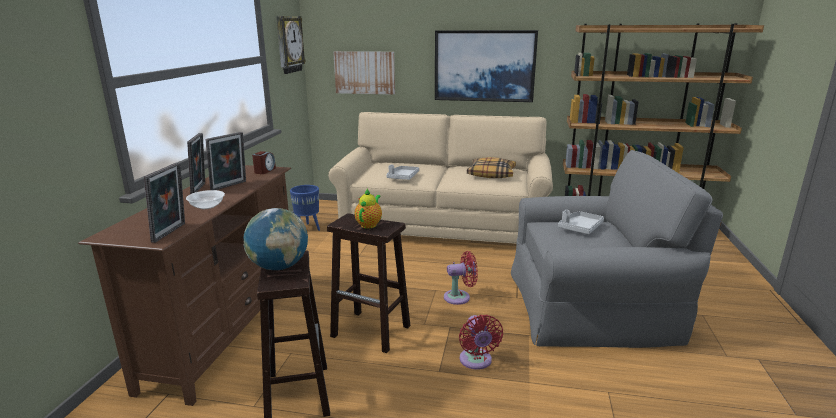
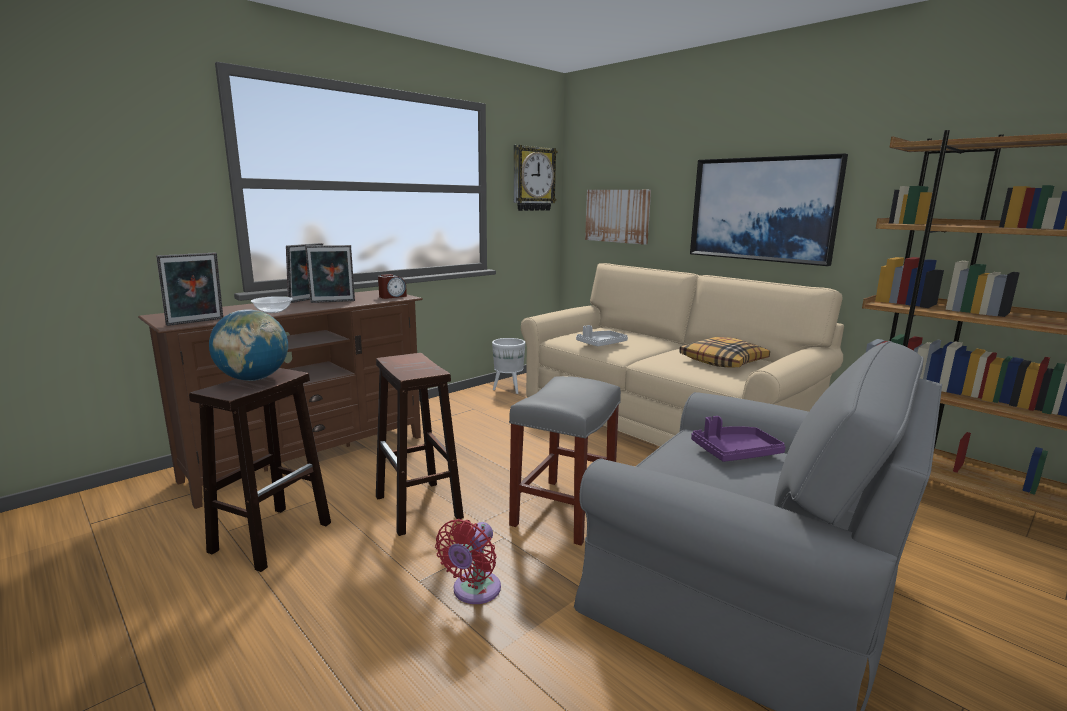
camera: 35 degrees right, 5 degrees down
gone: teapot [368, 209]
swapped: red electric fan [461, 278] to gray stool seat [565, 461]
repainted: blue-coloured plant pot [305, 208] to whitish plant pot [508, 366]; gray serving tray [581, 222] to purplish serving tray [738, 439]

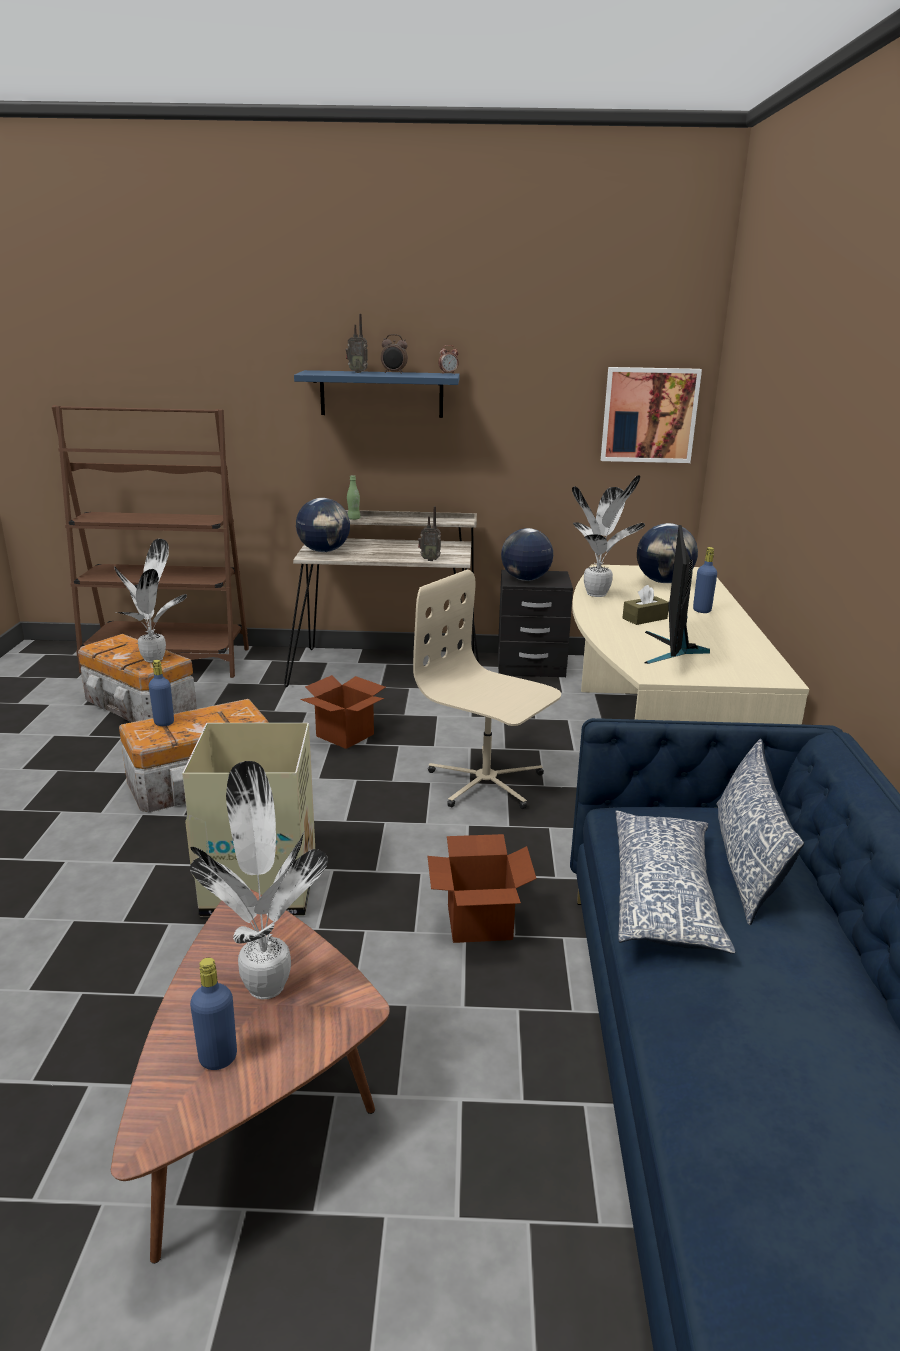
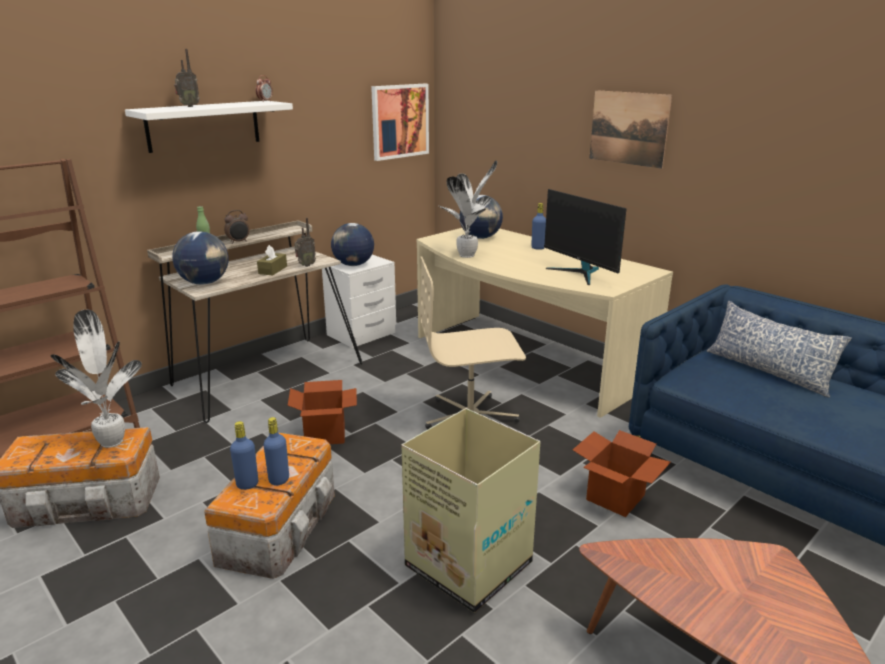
camera: 45 degrees left, 0 degrees up
gone: potted plant [259, 880]; throw pillow [675, 881]
new: picture [630, 129]
shifted: blue-coloured beverage bottle [213, 1014] to [276, 451]; bedside clock [394, 354] to [237, 227]; brown-coloured box of tissues [646, 605] to [272, 260]
repainted: blue-coloured shelf [377, 394] to whitish shelf [209, 127]; black-coloured bedside table [535, 623] to whitish bedside table [359, 301]

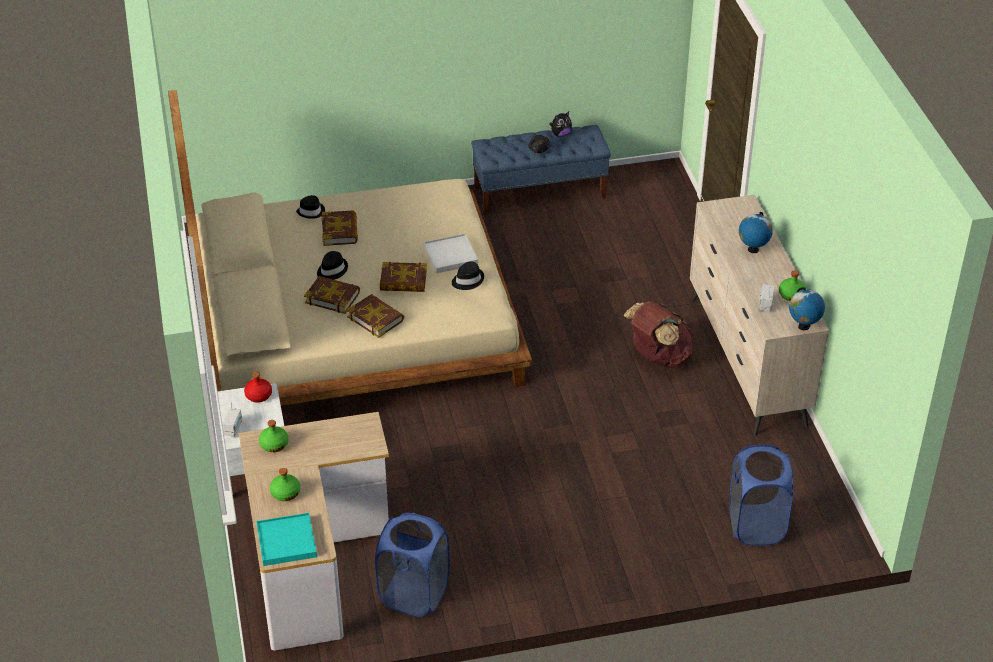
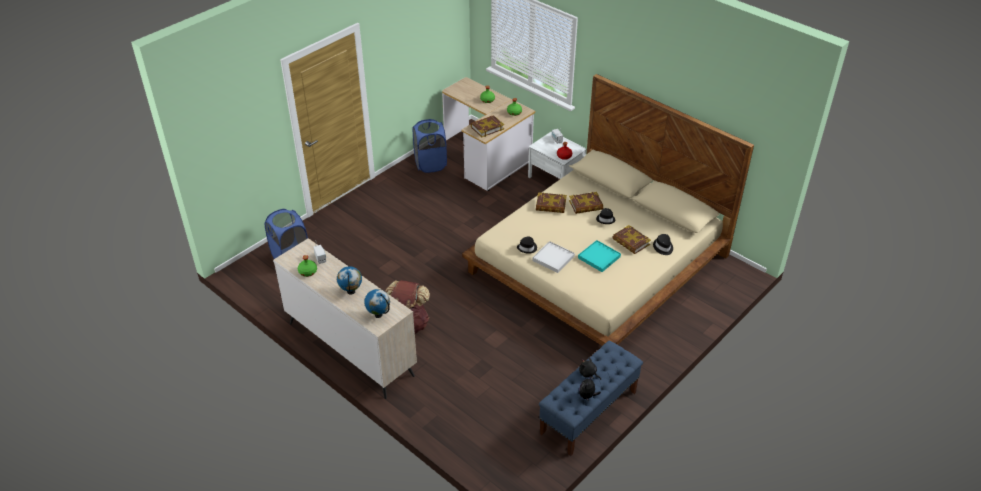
camera: 145 degrees right, 0 degrees up
shifted: blue-green serving tray [286, 539] to [599, 256]; bound book [403, 277] to [487, 126]; desk globe [807, 308] to [377, 303]

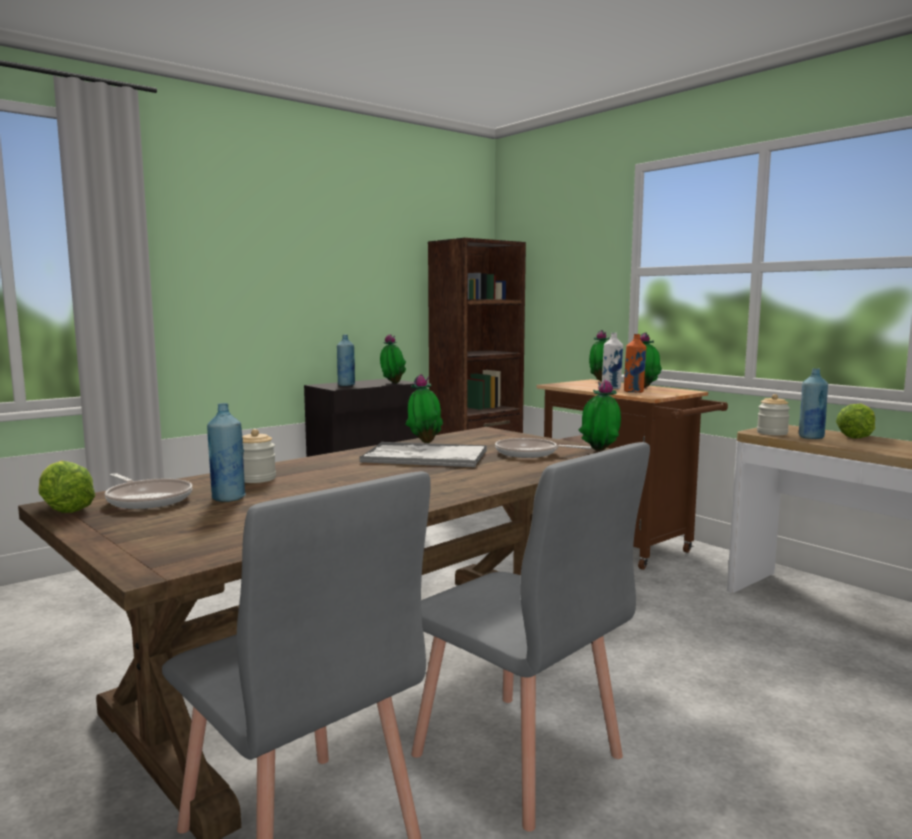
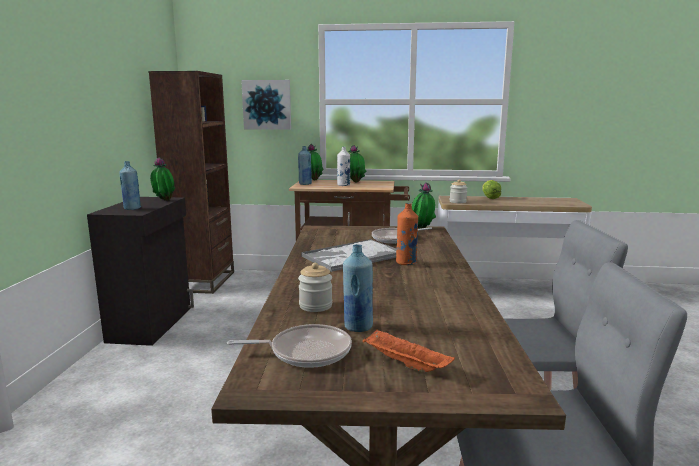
camera: 45 degrees left, 5 degrees up
gone: lettuce [66, 487]; potted plant [424, 408]
new: picture [266, 105]; orange serving tray [408, 350]
shifted: orange beverage bottle [635, 363] to [407, 234]; blue-coloured beverage bottle [813, 403] to [305, 165]

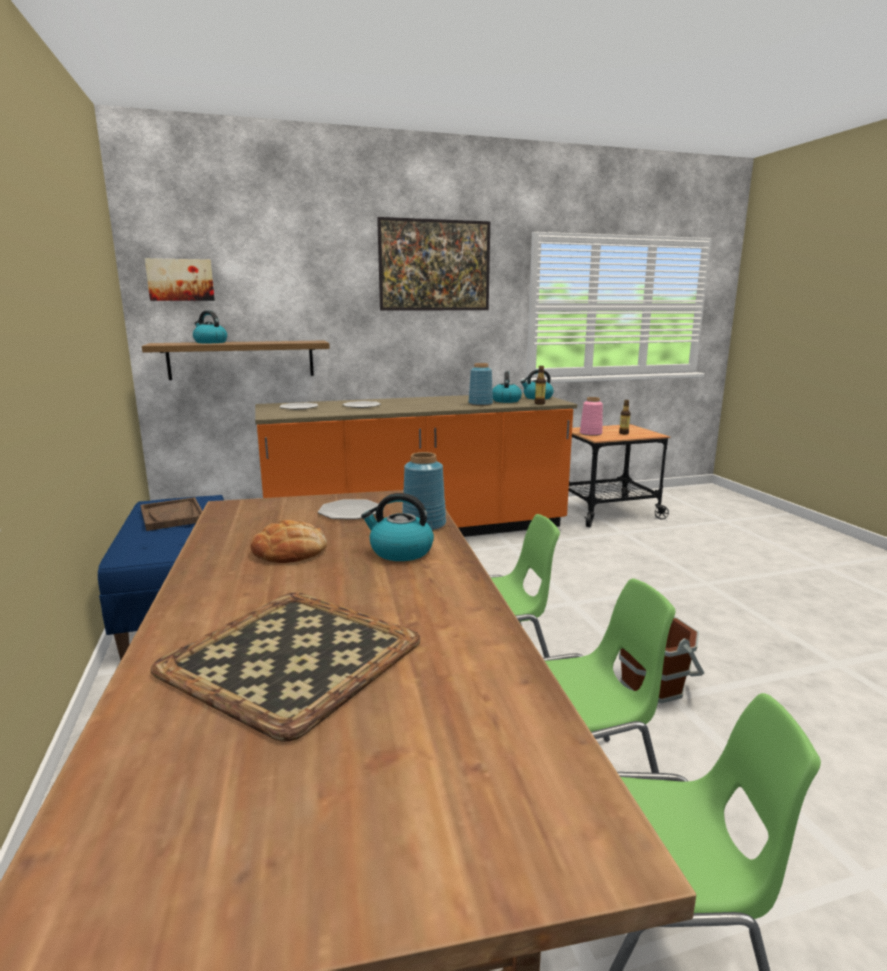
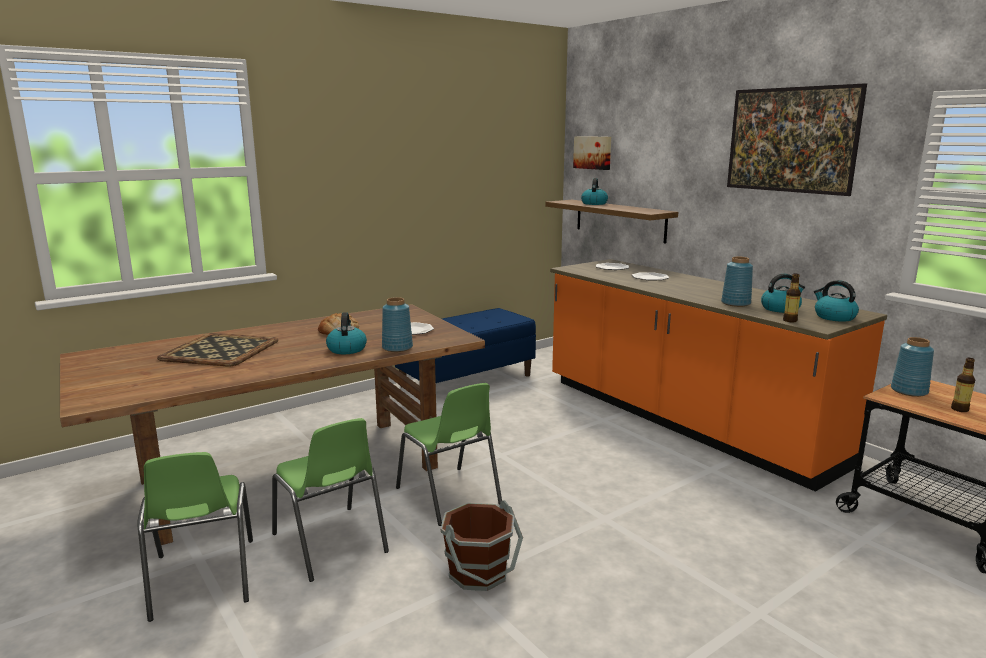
camera: 70 degrees right, 0 degrees up
gone: brown-coloured serving tray [171, 514]
repainted: pink-coloured vase [591, 416] to blue-coloured vase [912, 367]

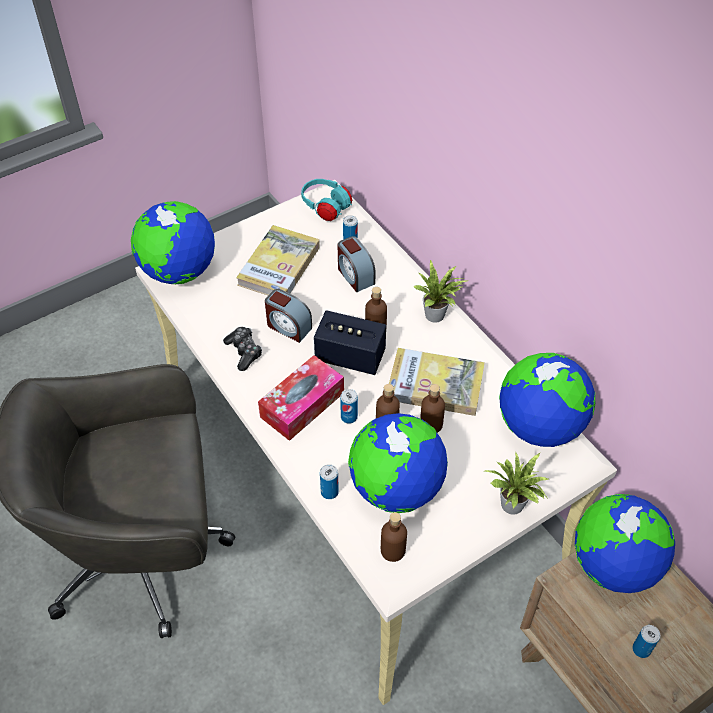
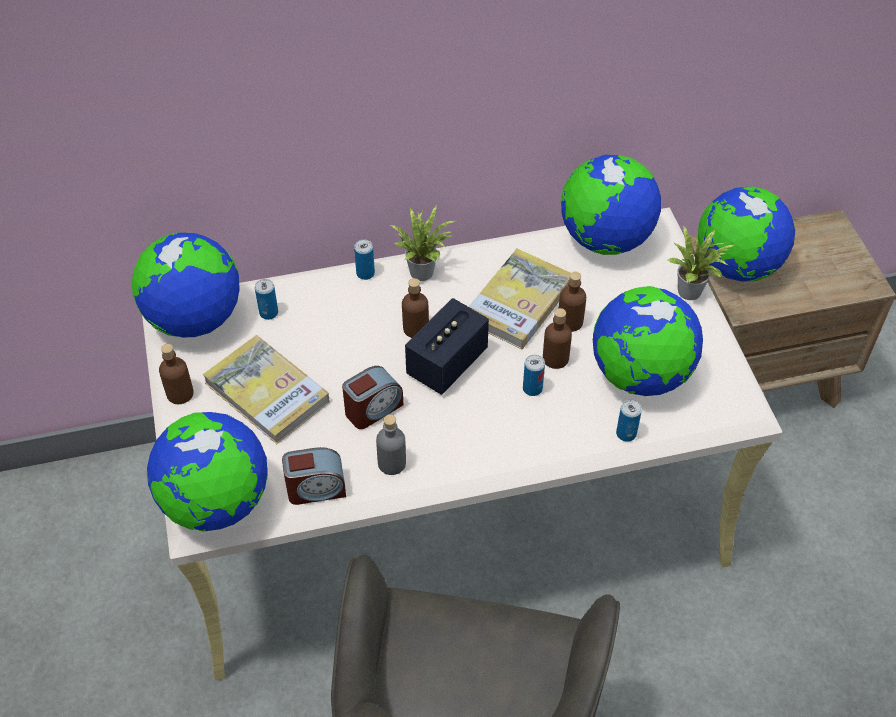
camera: 70 degrees left, 0 degrees up
gone: box of tissues [301, 398]
shifted: bedside clock [357, 264] to [314, 476]; brown-coloured beverage bottle [394, 537] to [176, 374]; can [646, 641] to [364, 259]
swapped: game controller [242, 349] to gray beverage bottle [391, 445]; blue-green headset [326, 200] to desk globe [186, 285]

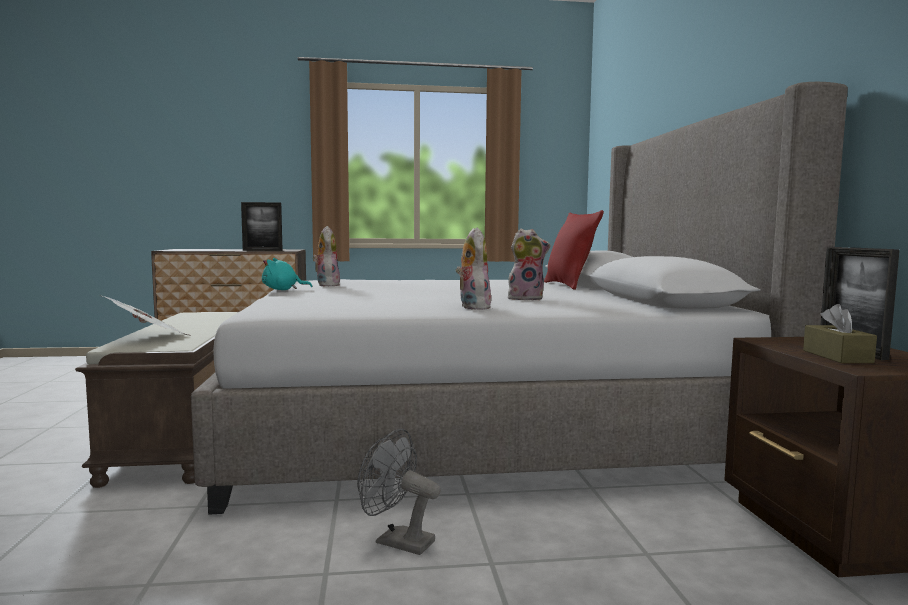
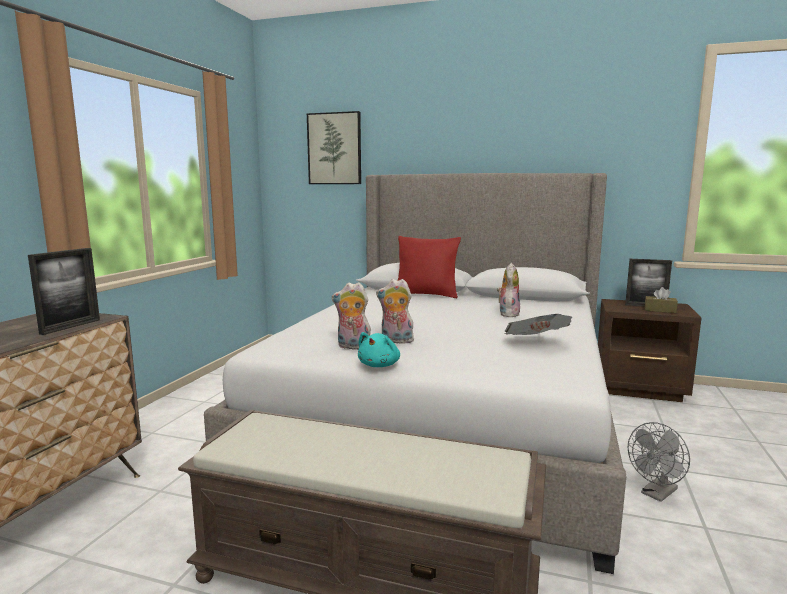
camera: 65 degrees left, 5 degrees up
new: picture [334, 147]
shifted: daily paper [143, 315] to [538, 324]; soft toy [473, 269] to [395, 311]

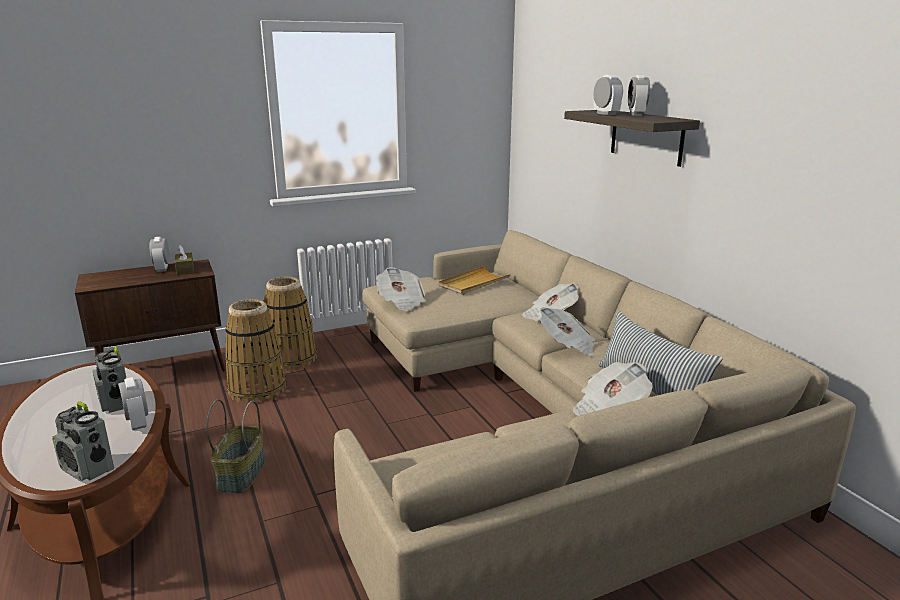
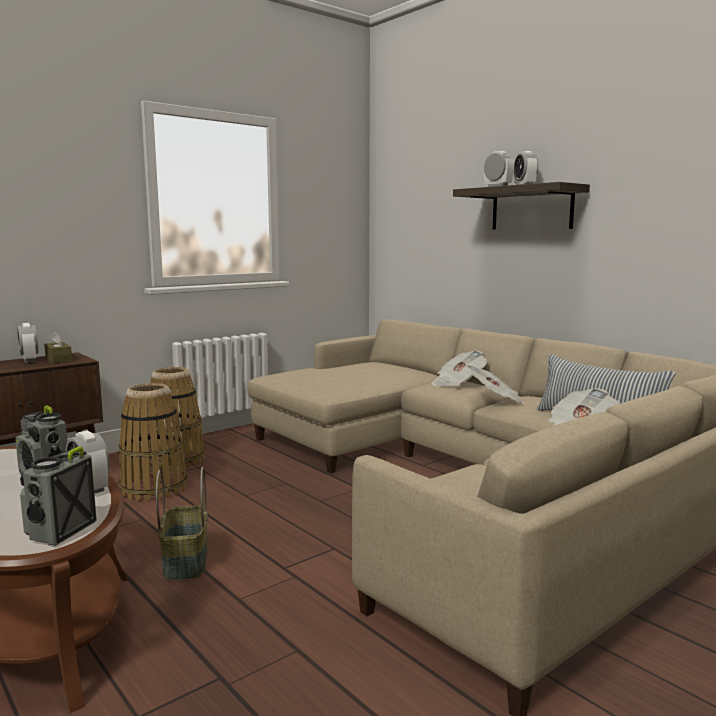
camera: 15 degrees left, 10 degrees down
gone: daily paper [401, 289]; beige serving tray [474, 280]
rotated: radio [83, 441] = [58, 496] 90 degrees clockwise

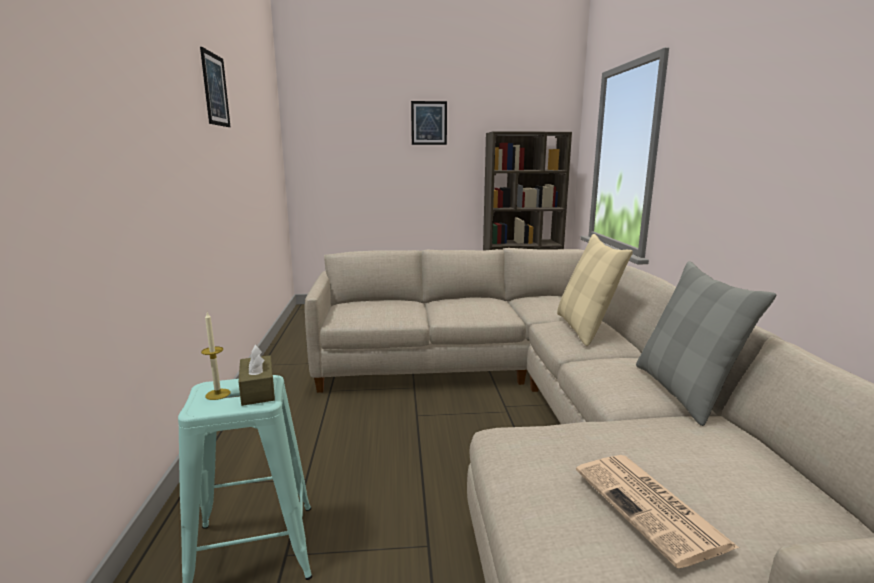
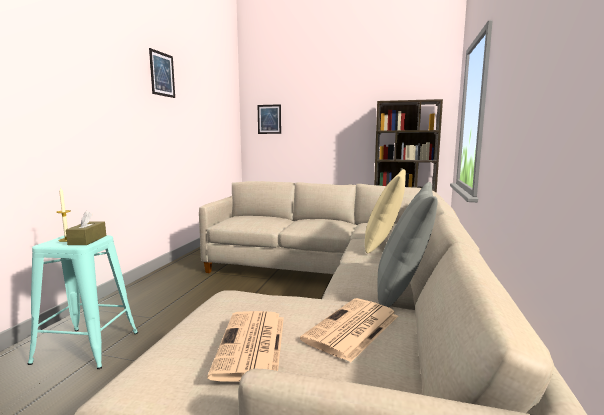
camera: 20 degrees right, 5 degrees down
new: daily paper [349, 330]
shifted: picture [429, 123] to [269, 119]

